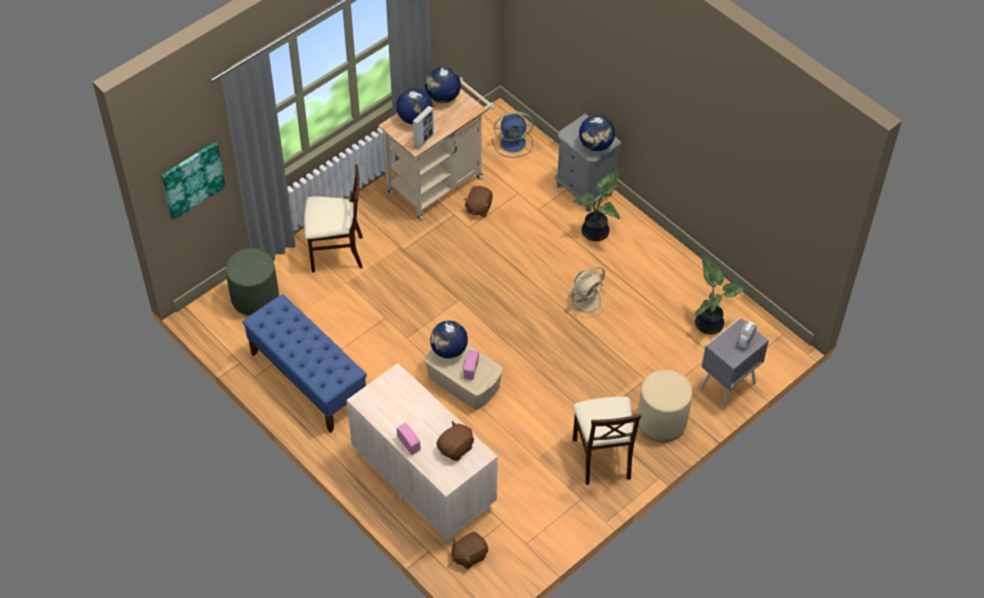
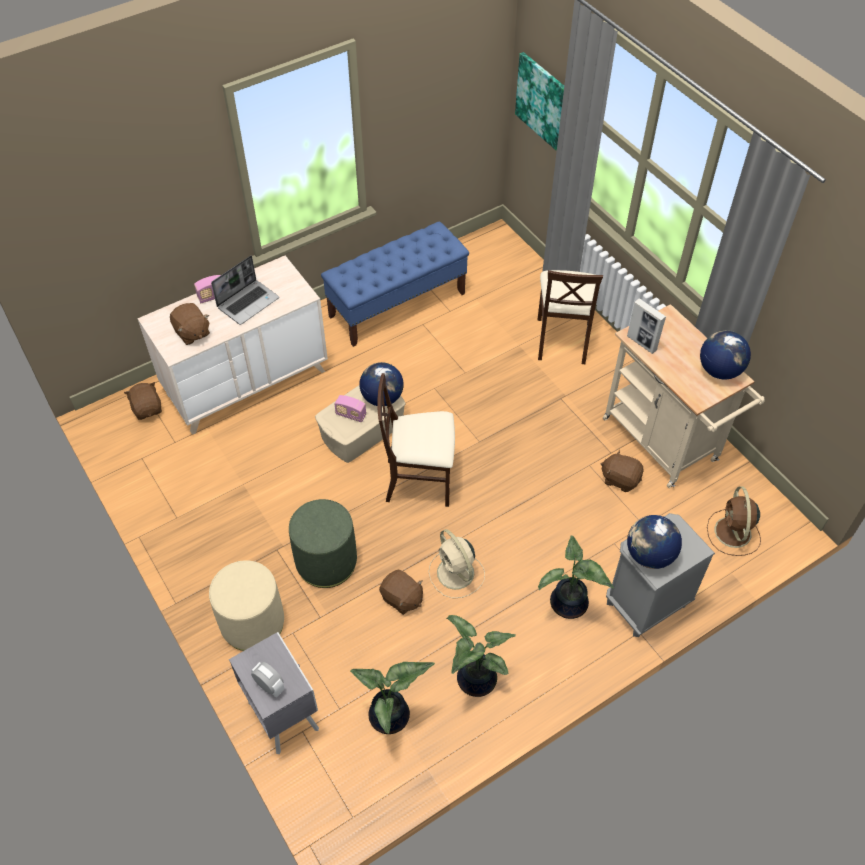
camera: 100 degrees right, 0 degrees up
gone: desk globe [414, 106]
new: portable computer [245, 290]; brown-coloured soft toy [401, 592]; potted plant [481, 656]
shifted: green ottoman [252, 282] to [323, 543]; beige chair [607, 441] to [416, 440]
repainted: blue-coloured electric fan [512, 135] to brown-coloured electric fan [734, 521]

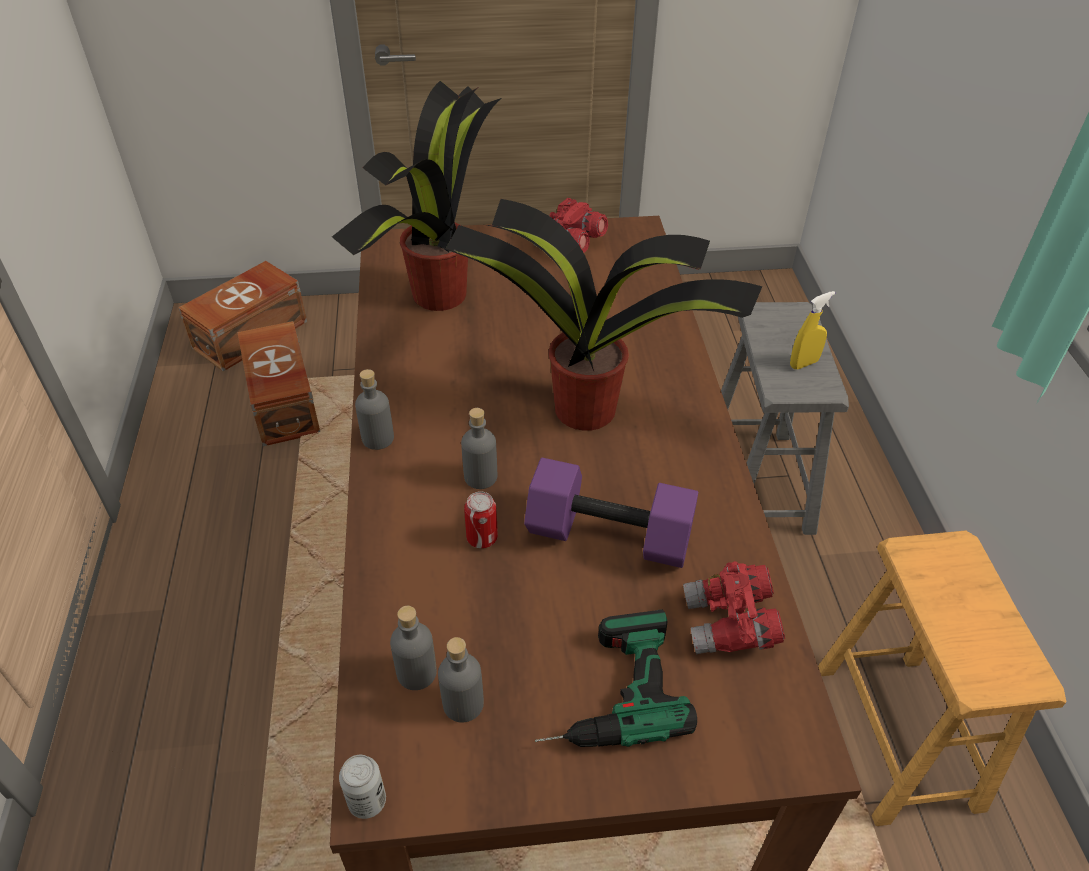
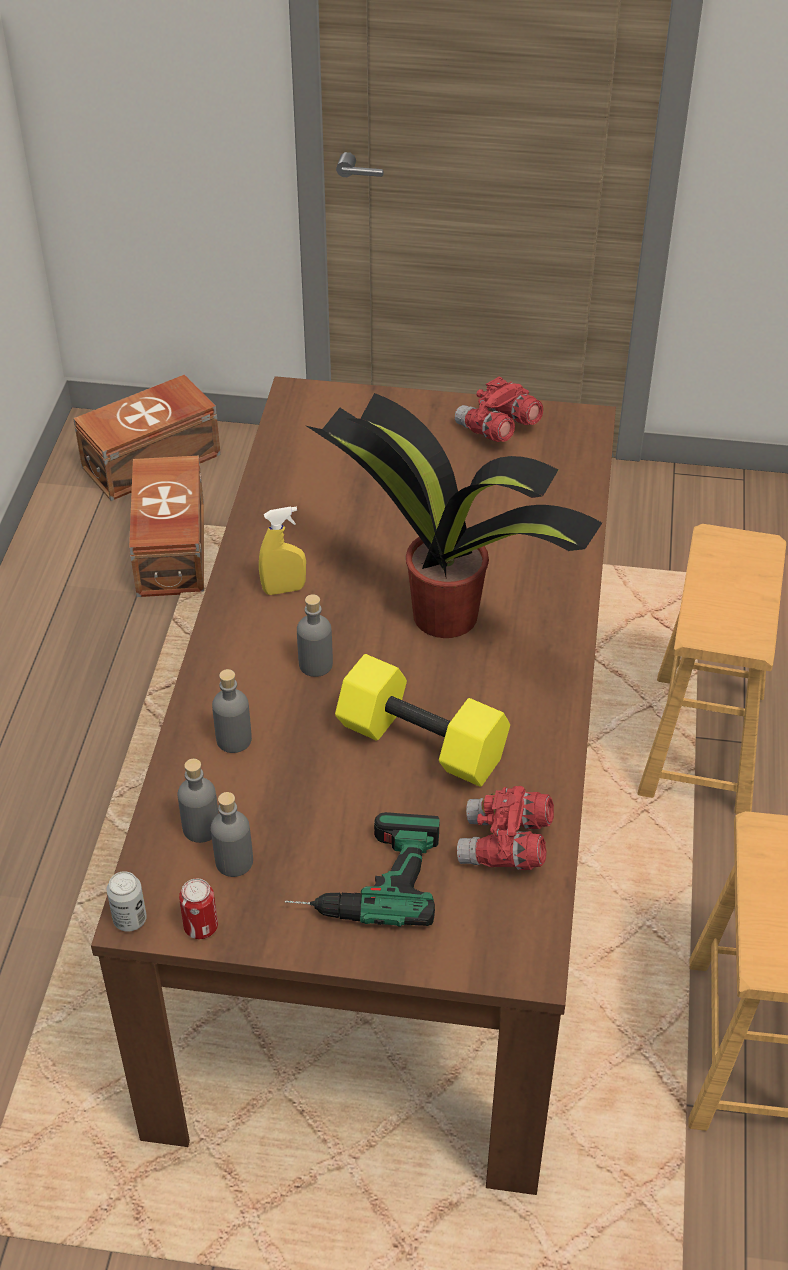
camera: 15 degrees right, 0 degrees up
gone: potted plant [416, 196]
shifted: gray beverage bottle [374, 409] to [232, 711]; can [481, 519] to [198, 908]; yellowish spray bottle [812, 330] to [282, 550]
repainted: purplish dumbbell [611, 513] to yellowish dumbbell [422, 720]; gray stool seat [785, 418] to brown-coloured stool seat [712, 669]

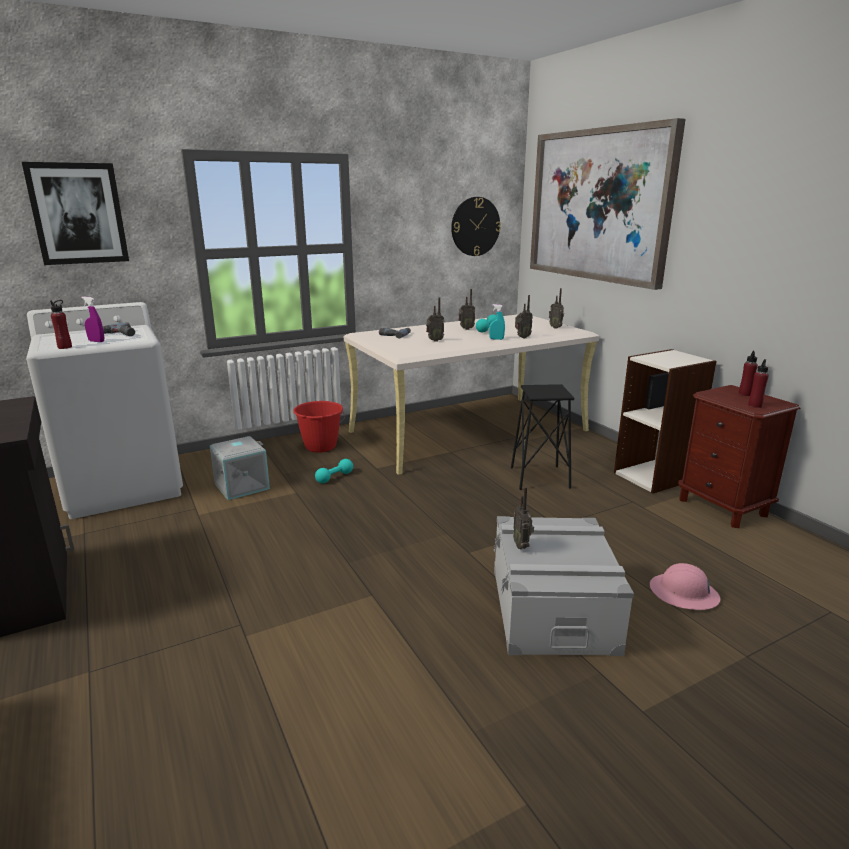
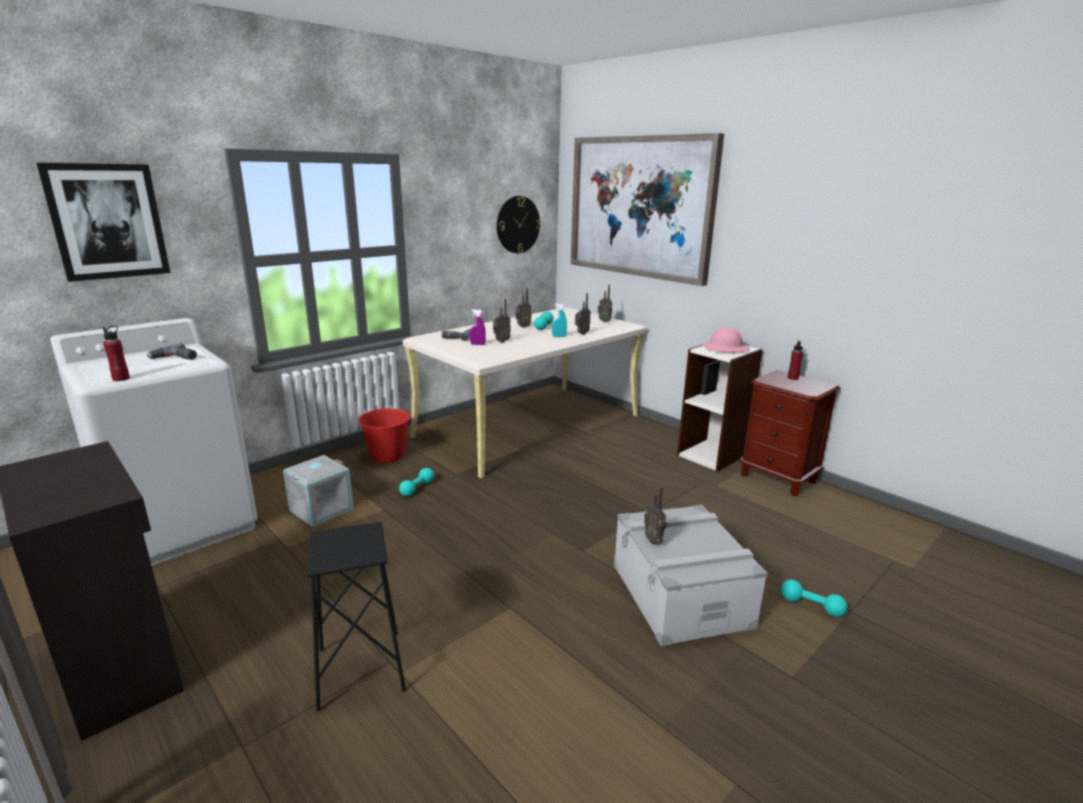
camera: 15 degrees left, 0 degrees up
gone: red beverage bottle [758, 383]
new: blue-green dumbbell [814, 598]
shifted: purplish spray bottle [92, 319] to [478, 327]; black-coloured stool seat [542, 437] to [356, 617]; pink-coloured safety helmet [685, 586] to [726, 340]

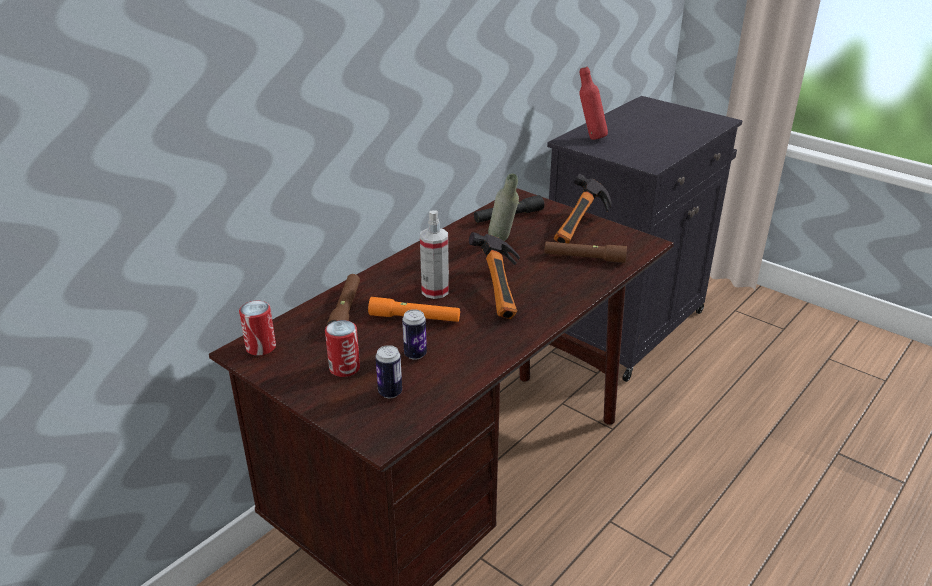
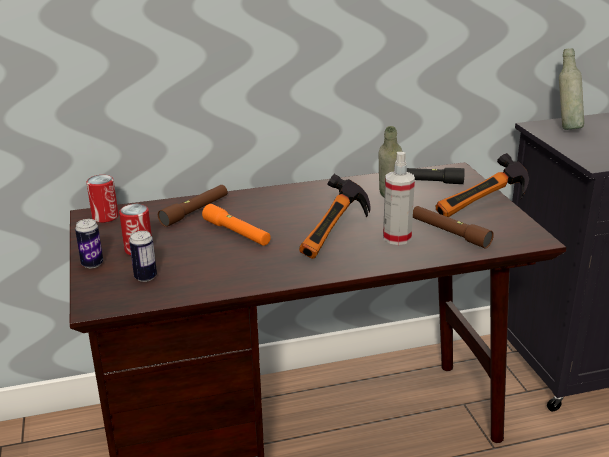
camera: 35 degrees right, 5 degrees down
shifted: can [414, 334] to [89, 243]; spray bottle [434, 254] to [399, 198]
repainted: red beverage bottle [593, 103] to gray beverage bottle [571, 89]

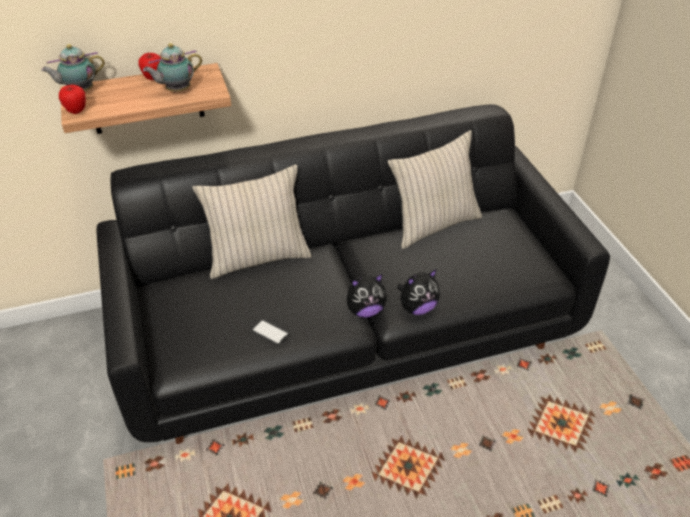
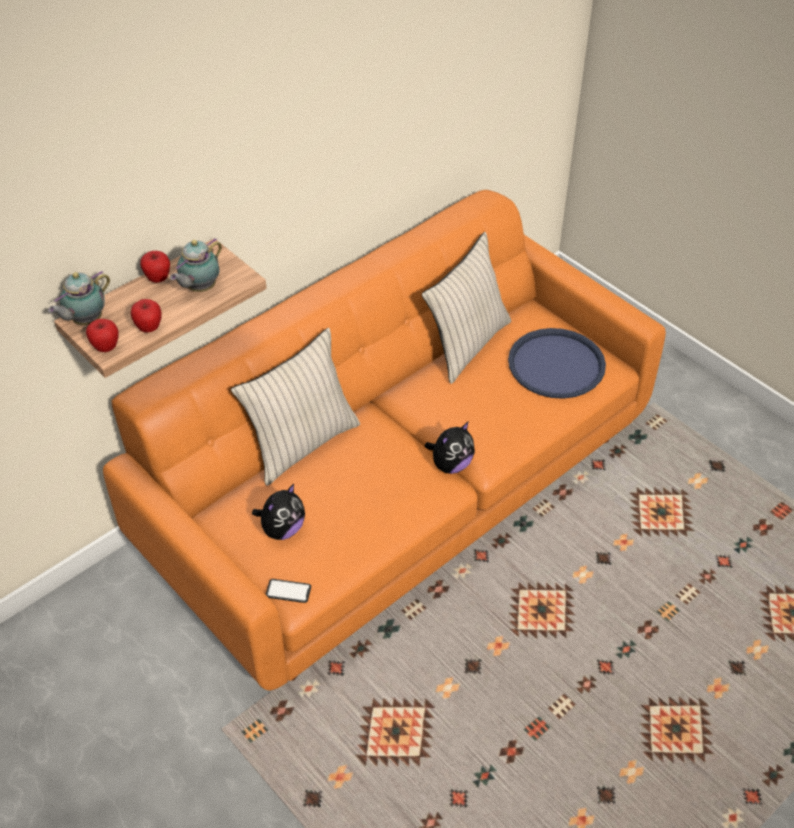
camera: 25 degrees left, 5 degrees up
new: apple [146, 316]; blue-coloured serving tray [557, 363]
shifted: handset [270, 332] to [288, 591]; soft toy [418, 292] to [278, 512]
repainted: black-coloured couch [353, 274] to orange couch [384, 440]

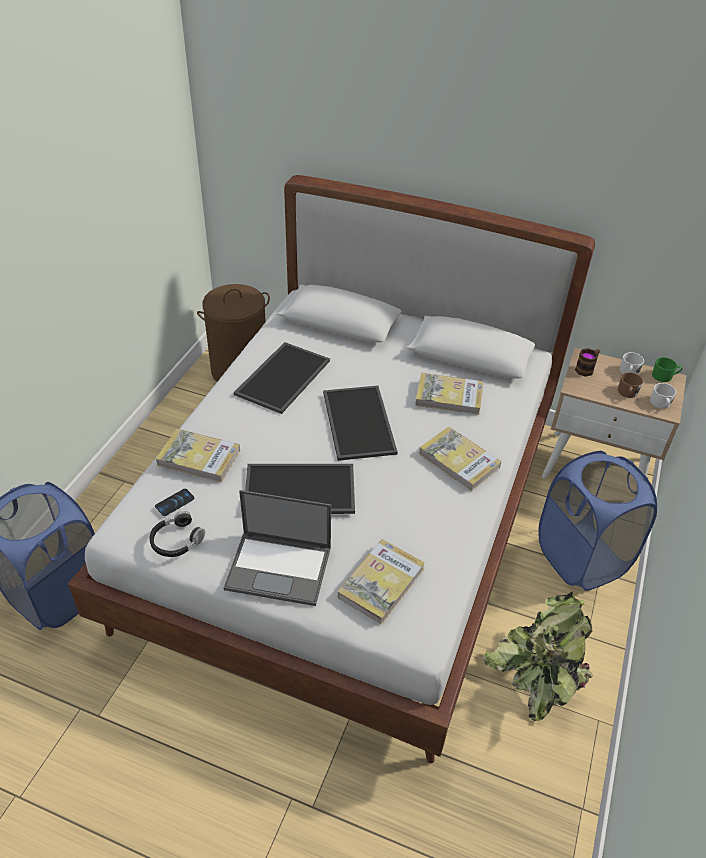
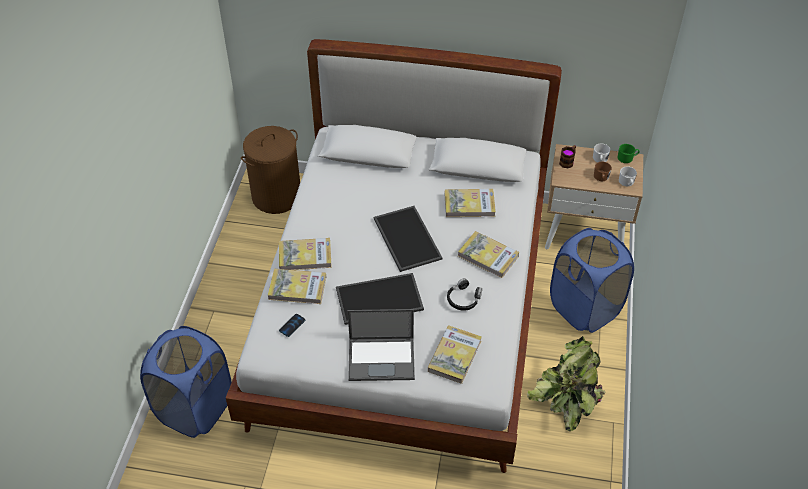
camera: 10 degrees left, 5 degrees up
gone: serving tray [282, 378]
new: bound book [305, 254]
shifted: black-coloured headset [177, 534] to [464, 294]

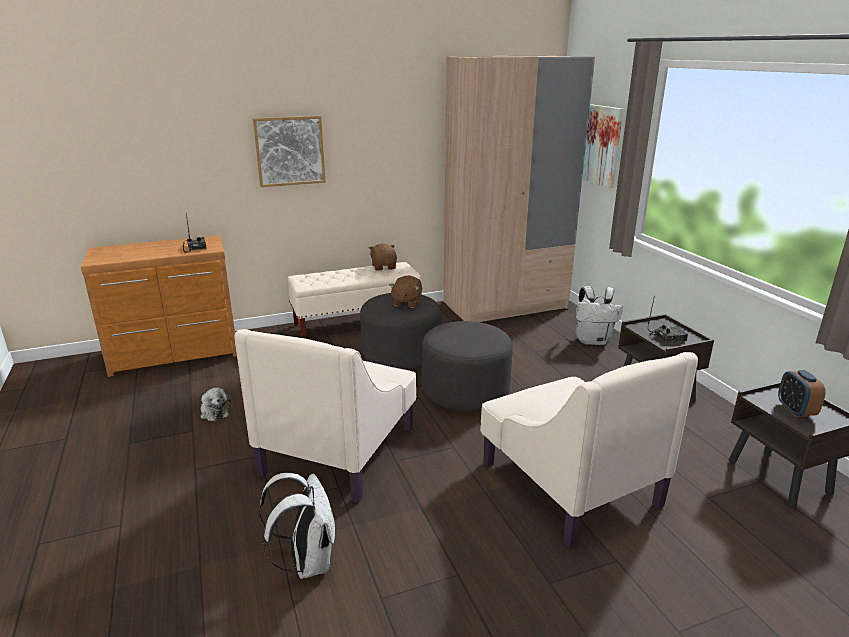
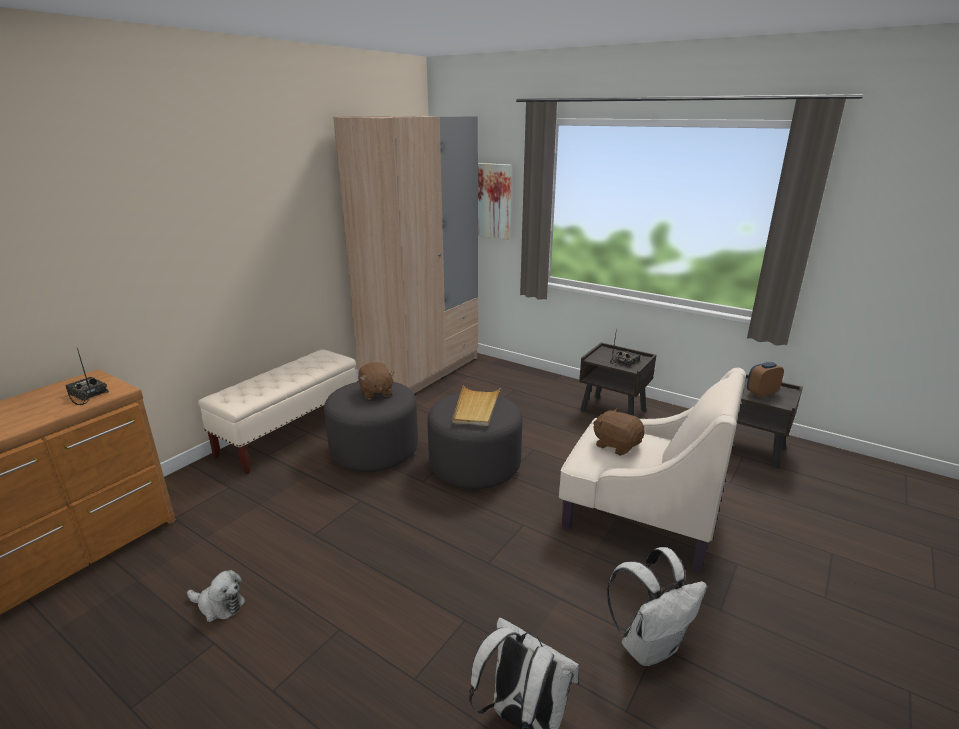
camera: 35 degrees left, 0 degrees up
gone: beige armchair [325, 416]; picture [289, 151]
new: beige serving tray [476, 405]
shifted: brown-coloured soft toy [383, 257] to [619, 432]; whitish knapsack [599, 315] to [657, 606]
rotated: bedside clock [802, 393] = [765, 379] 105 degrees clockwise

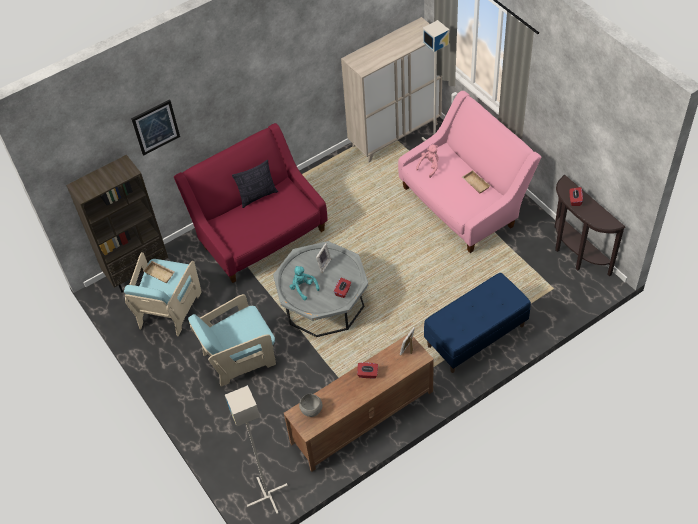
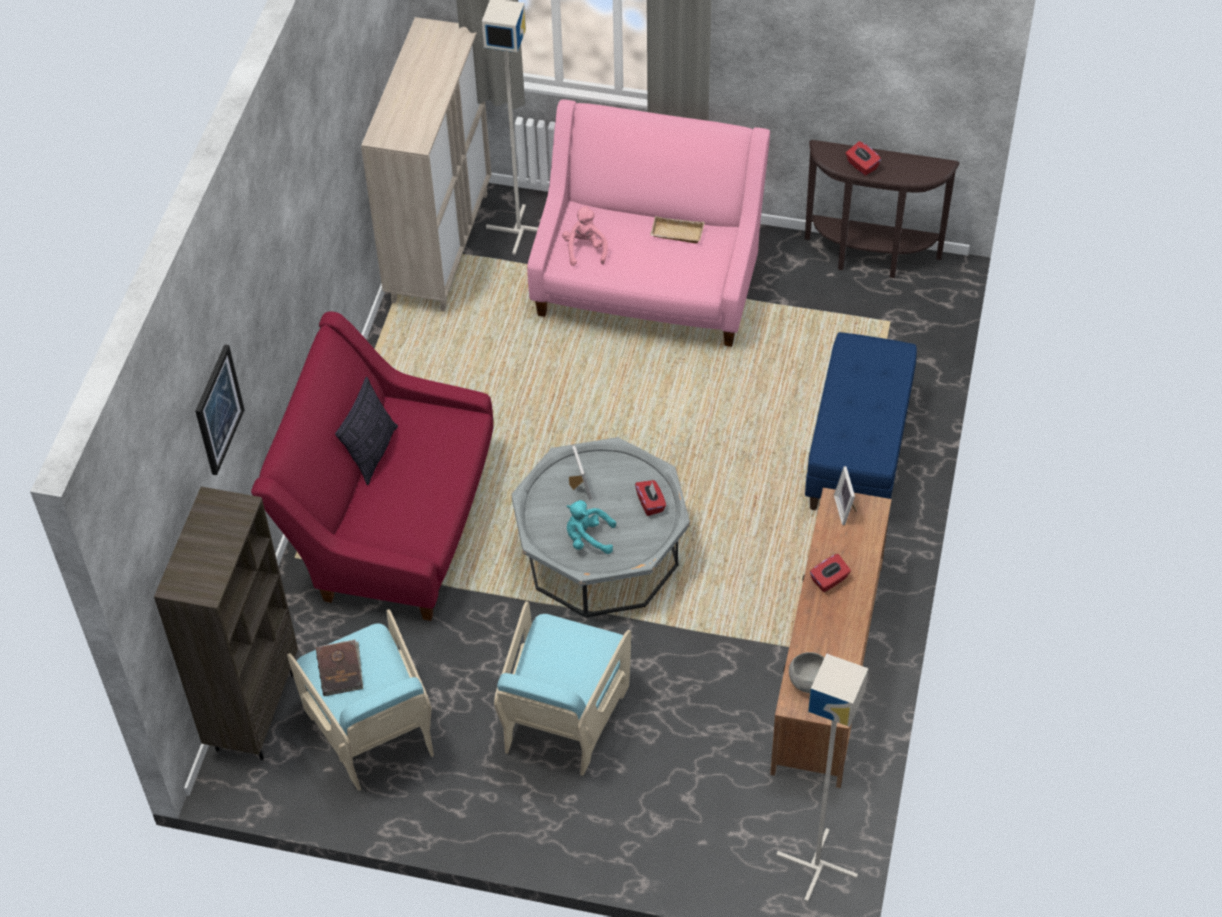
camera: 45 degrees left, 0 degrees up
swapped: beige serving tray [159, 272] to brown-coloured bound book [339, 667]

